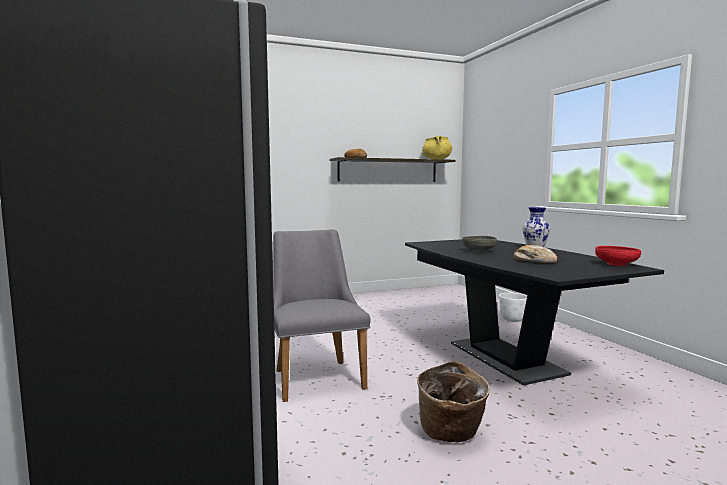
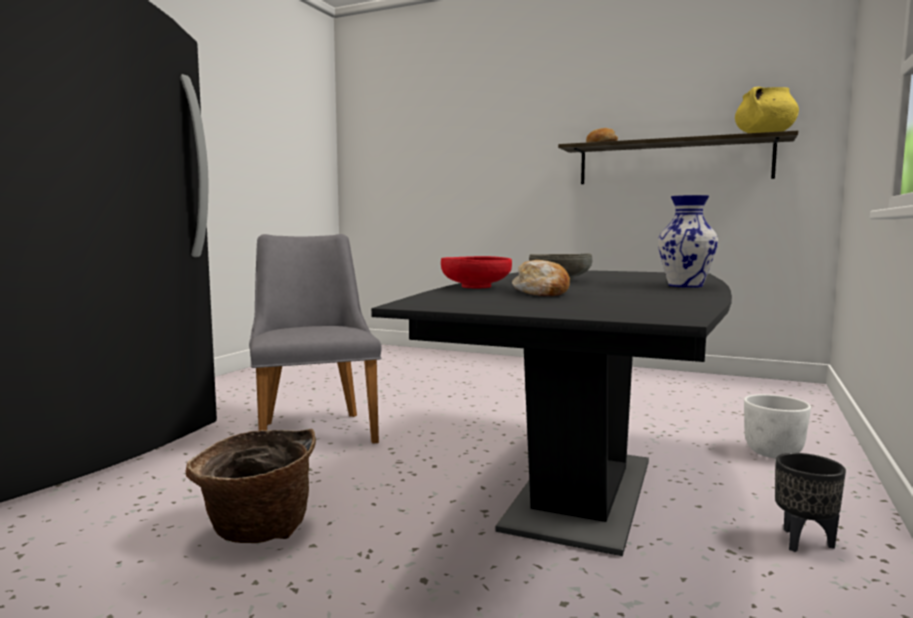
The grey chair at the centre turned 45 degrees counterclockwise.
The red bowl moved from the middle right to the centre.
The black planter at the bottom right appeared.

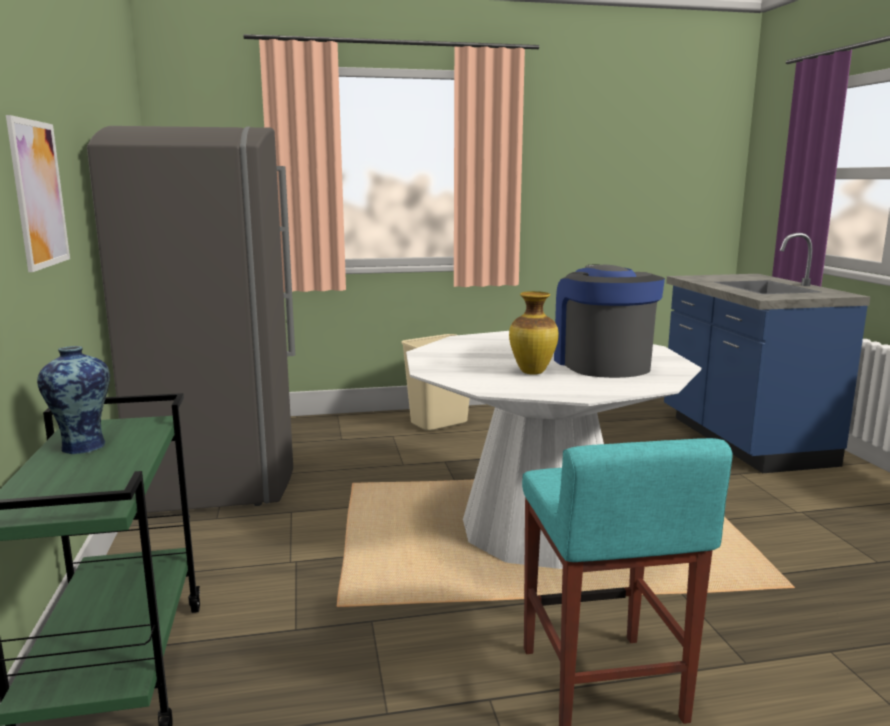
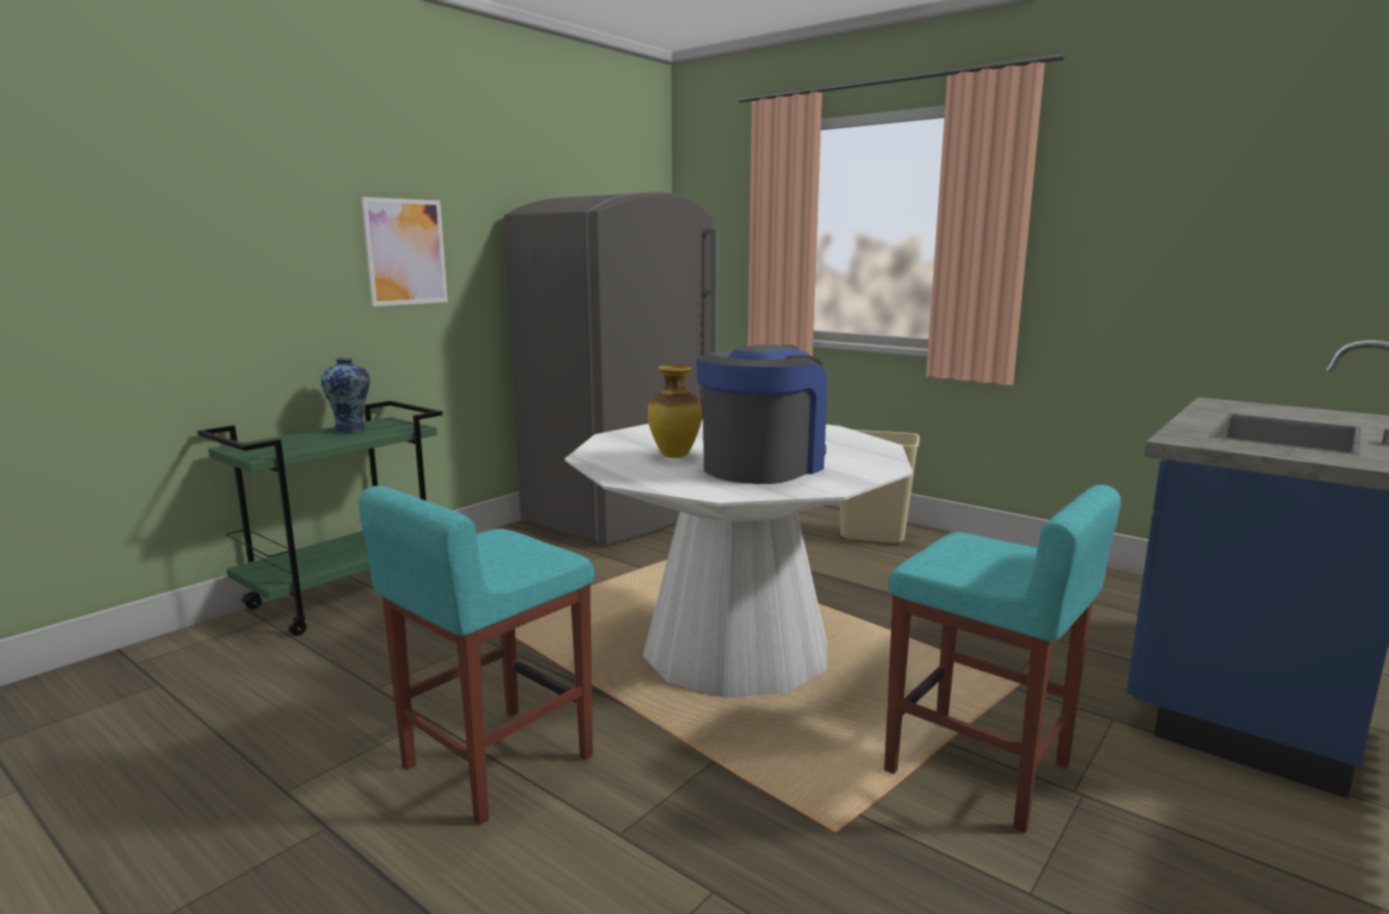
The turquoise stool (2nd from left) at the bottom right appeared.

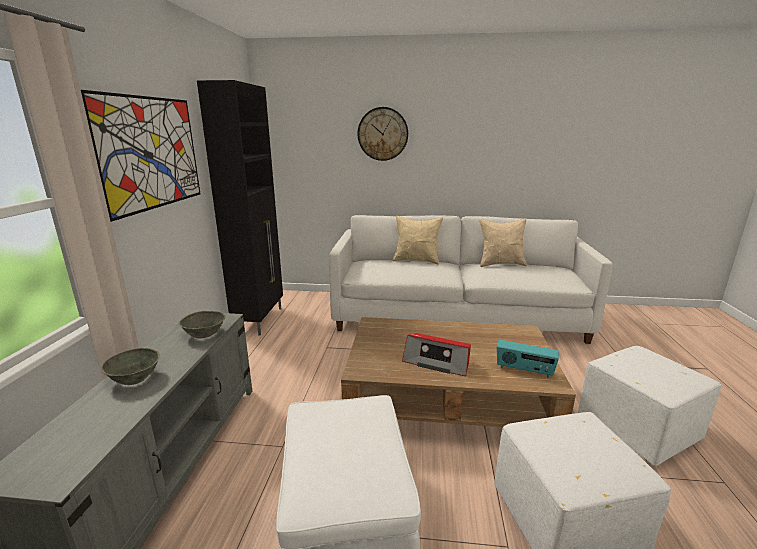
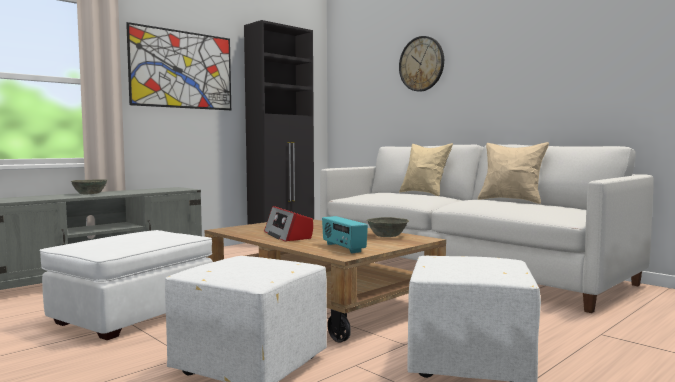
The grey bowl (2nd from left) moved from the middle left to the centre.

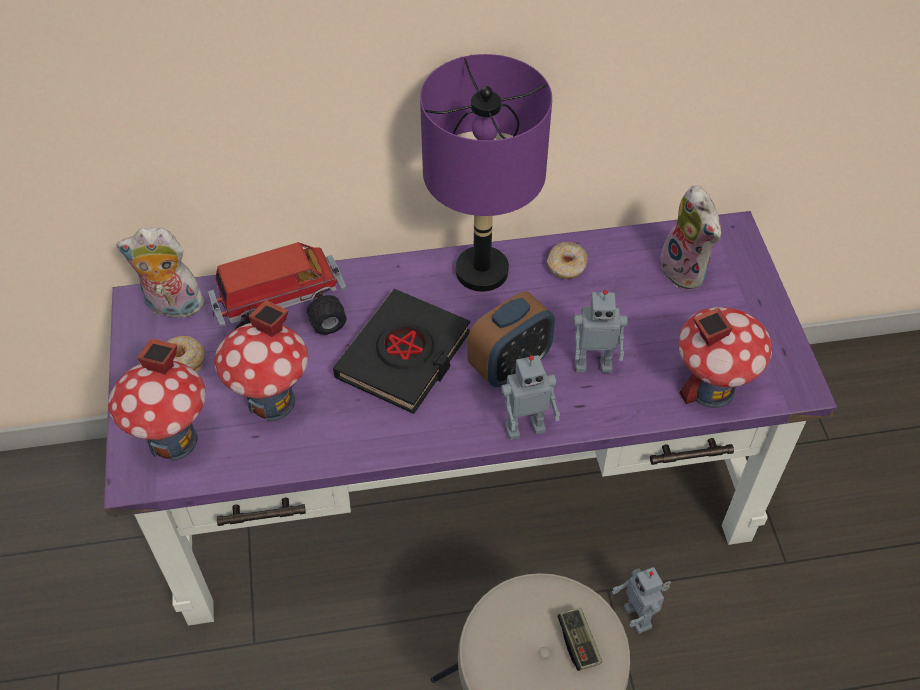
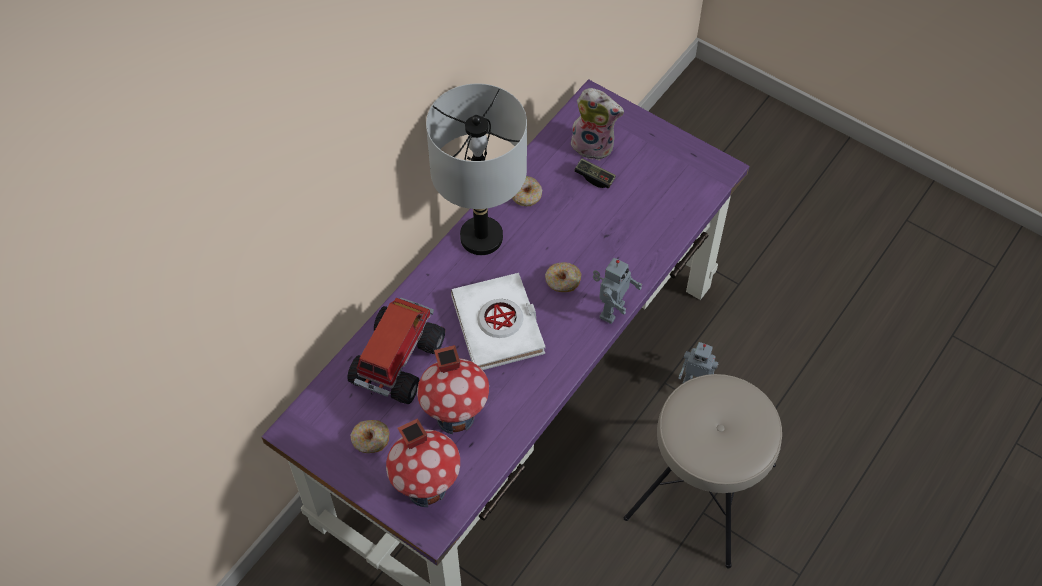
The purple table lamp at the top centre became the grey table lamp at the top centre.
The plush toy (1st from left) at the middle left disappeared.
The black book at the centre became the white book at the centre.
The toy robot (2nd from left) at the centre disappeared.
The alarm clock at the centre was replaced by the donut (3rd from left) at the centre.
The toy house (3rd from left) at the middle right disappeared.
The game controller moved from the bottom centre to the top centre.

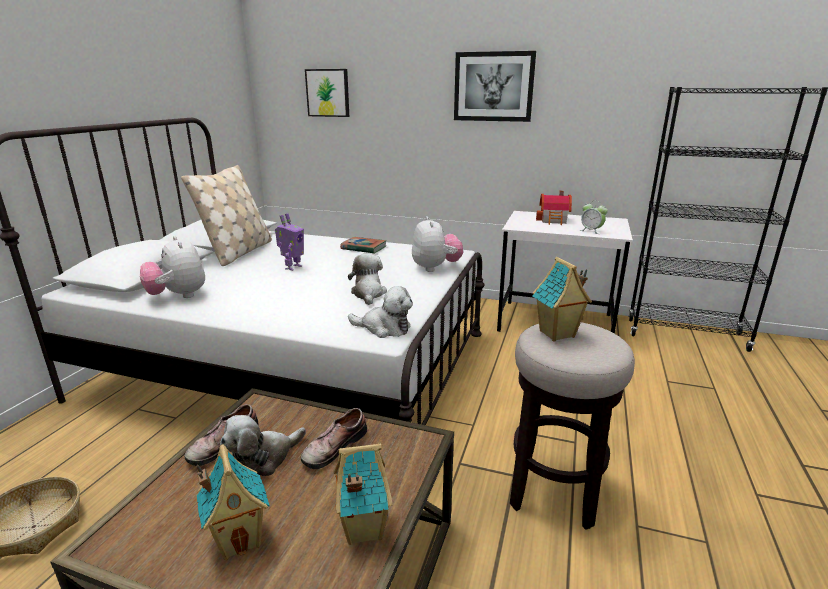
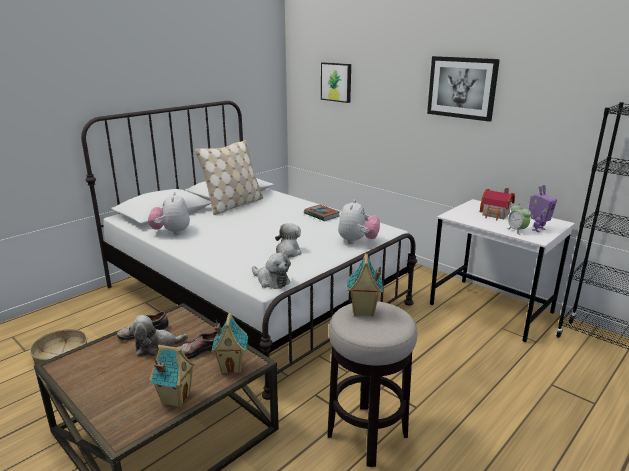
The toy robot moved from the centre to the middle right.
The toy house (1st from left in the first image) moved from the bottom left to the bottom centre.

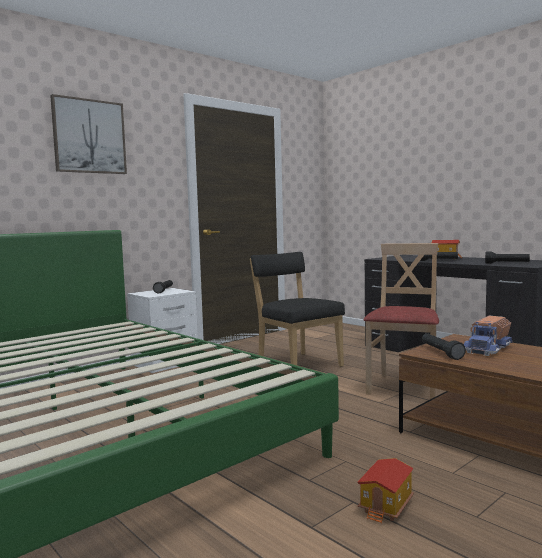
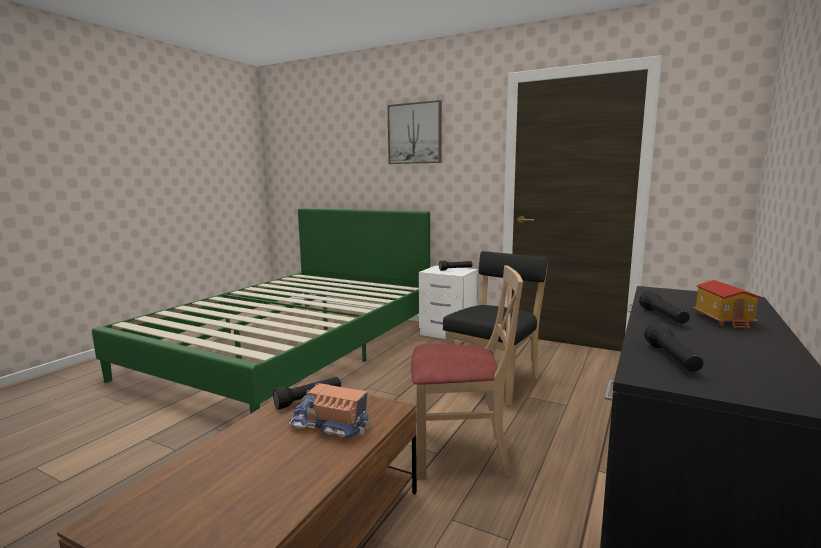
The toy house (1st from left) at the bottom right disappeared.

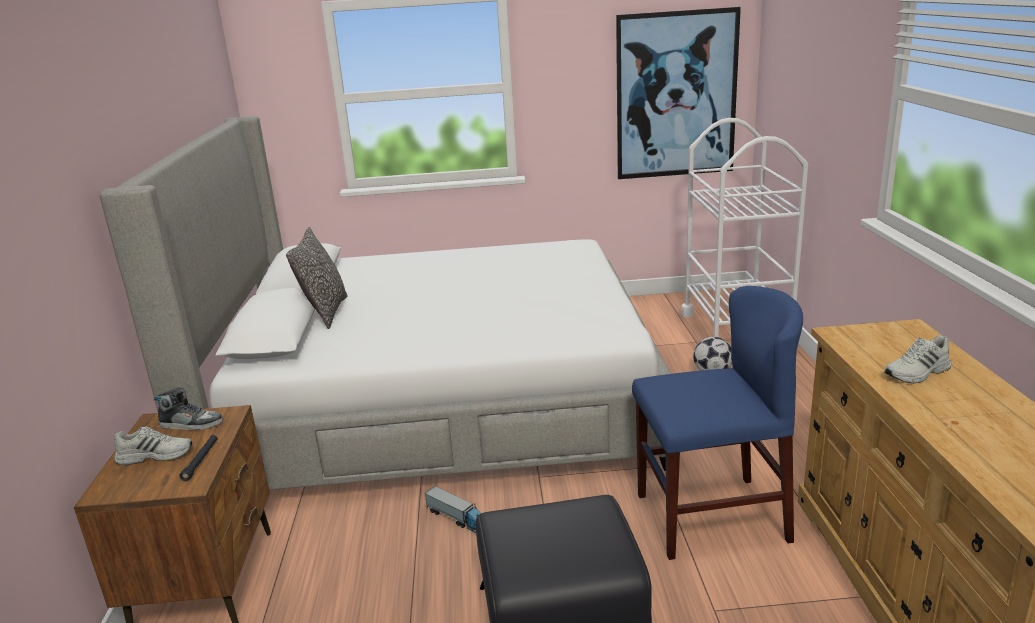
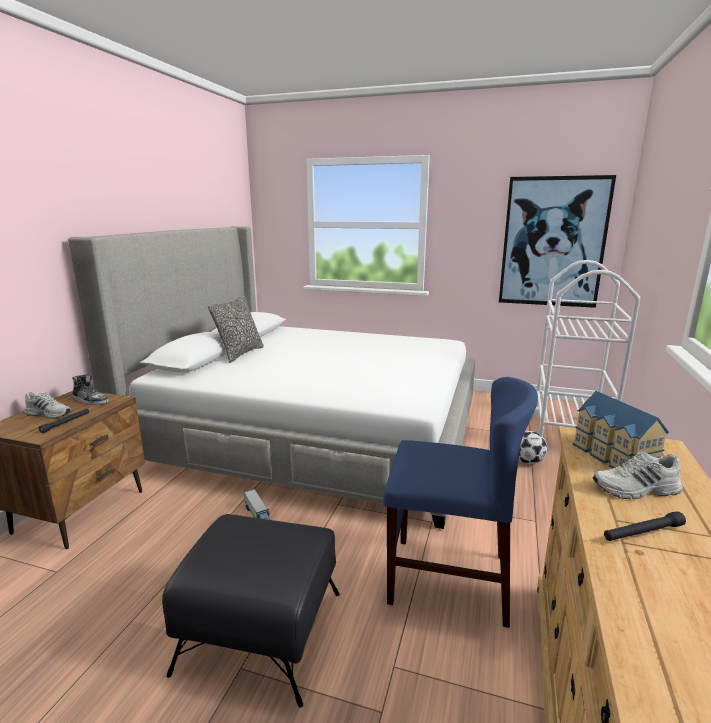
The toy house at the middle right appeared.
The black flashlight (2nd from left) at the bottom right appeared.

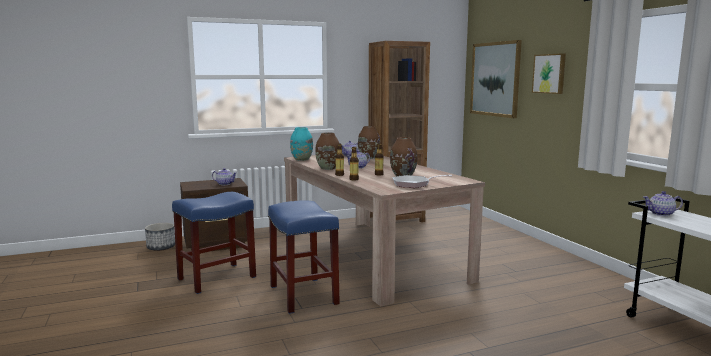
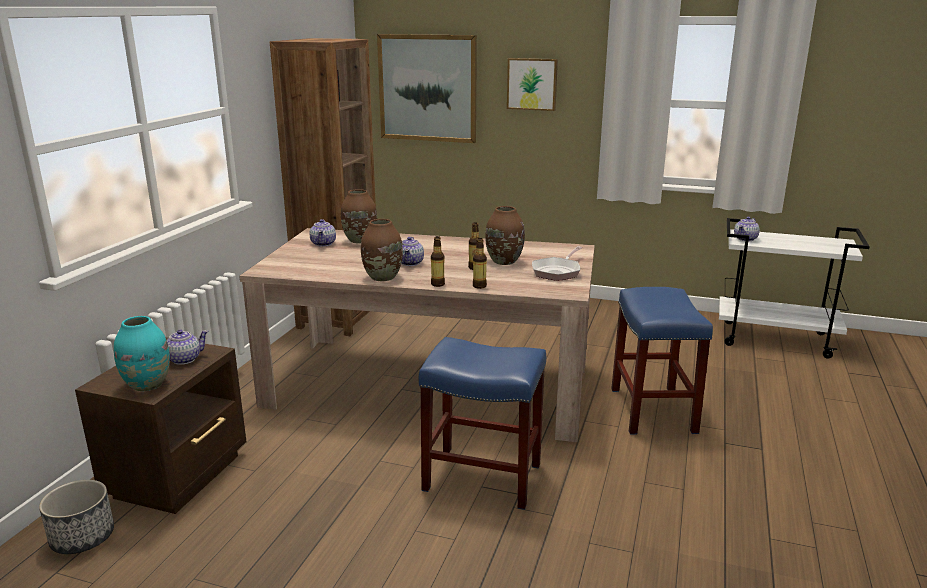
The turquoise vase moved from the centre to the middle left.
The blue stool (1st from left in the first image) moved from the bottom left to the middle right.

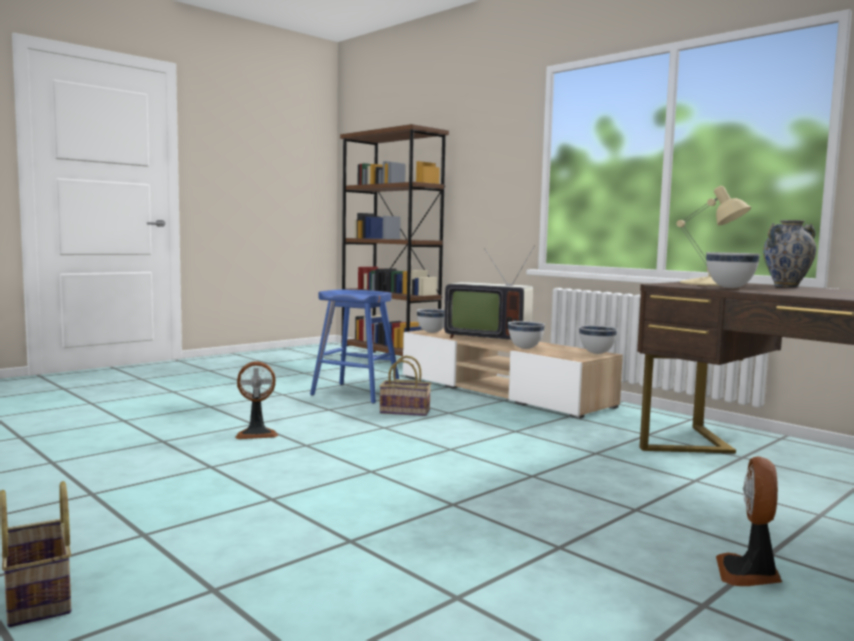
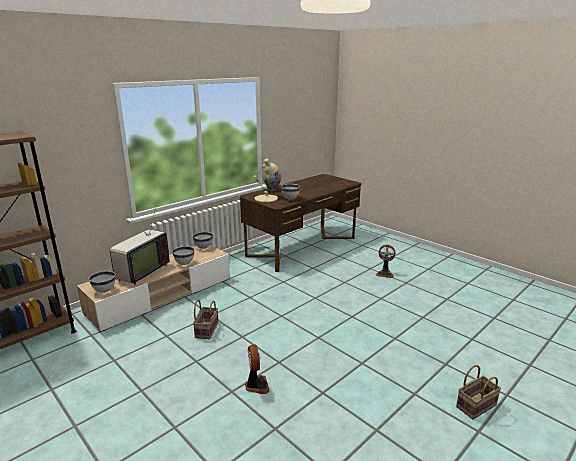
The blue stool at the centre disappeared.

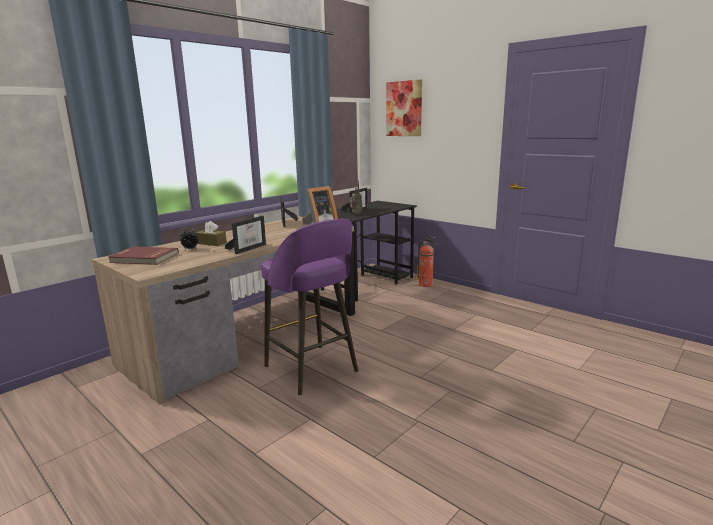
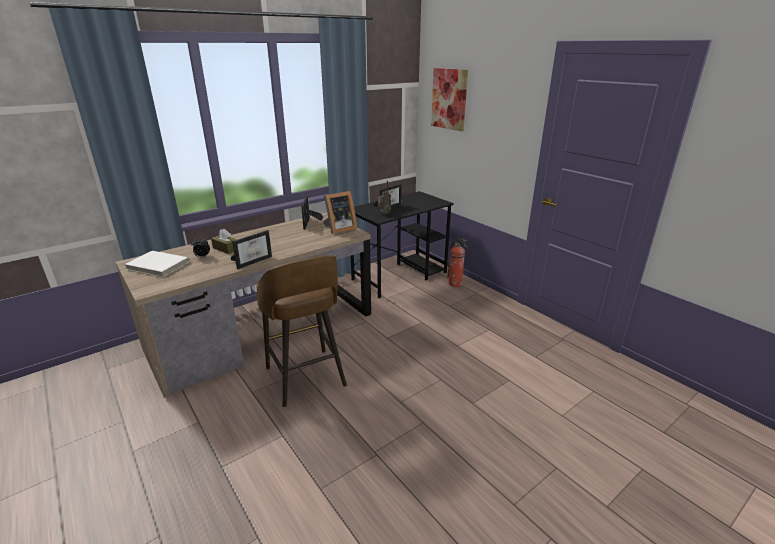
The purple stool at the centre became the brown stool at the centre.
The red book at the middle left became the white book at the middle left.

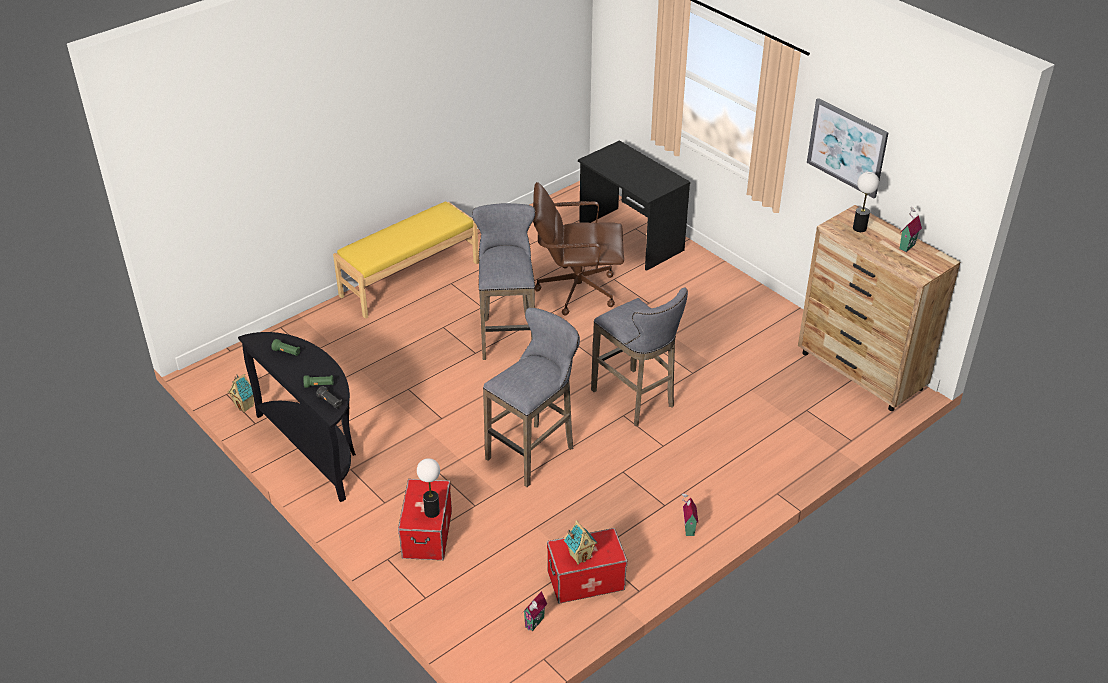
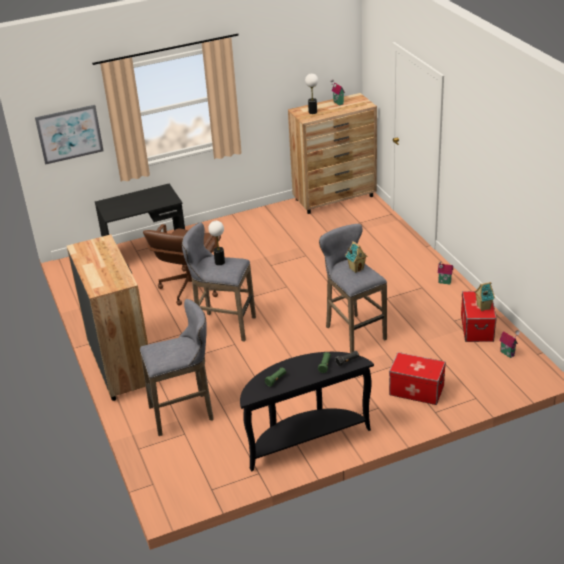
The picture moved from the top right to the top left.
The yellow bench at the centre was replaced by the brown dresser (1st from left) at the middle left.
The grey stool (3rd from left in the first image) moved from the centre to the middle left.
The toy house (1st from left in the first image) moved from the middle left to the centre.
The table lamp (1st from left) moved from the bottom centre to the centre.

